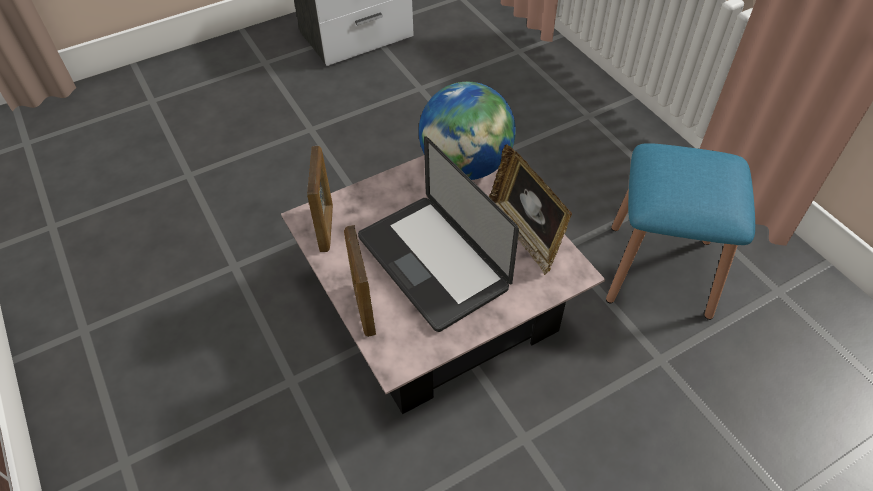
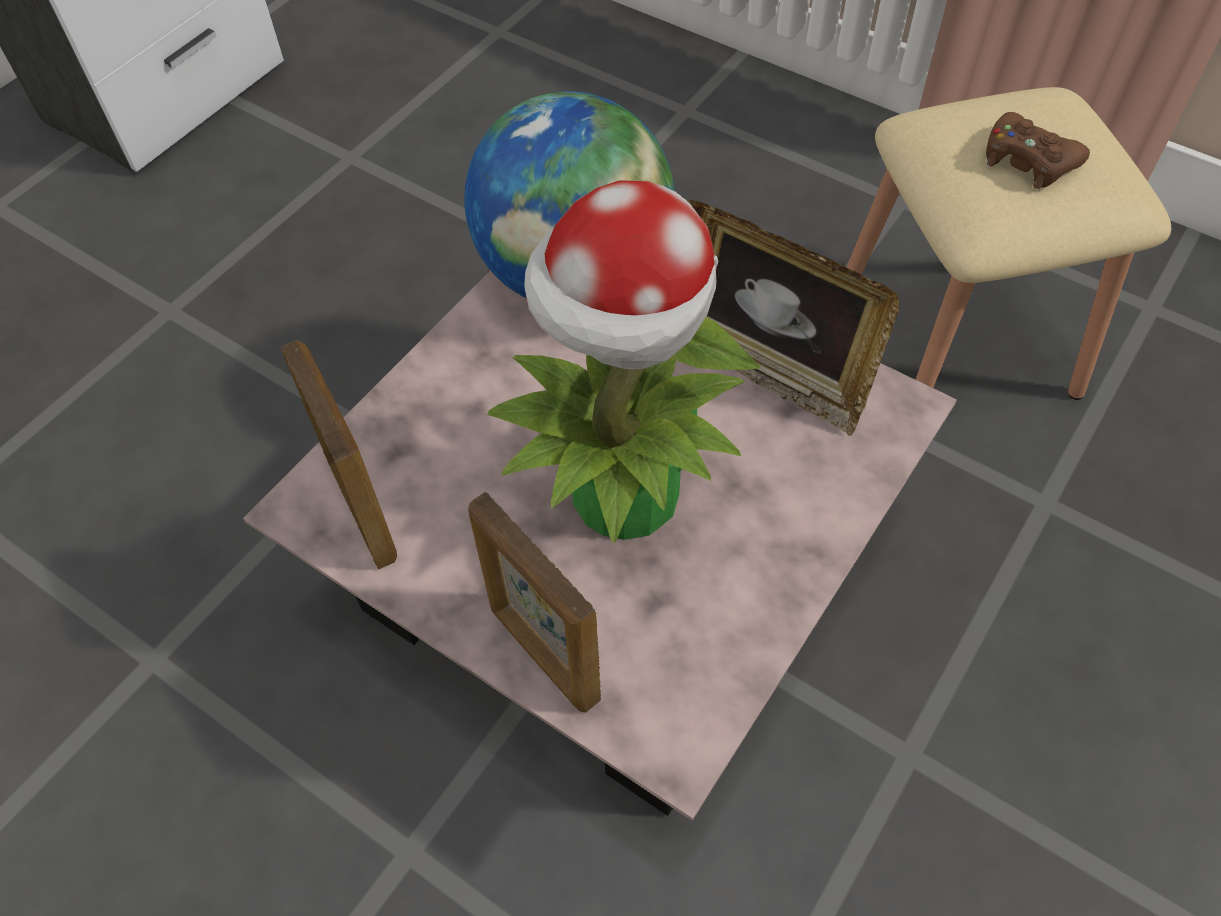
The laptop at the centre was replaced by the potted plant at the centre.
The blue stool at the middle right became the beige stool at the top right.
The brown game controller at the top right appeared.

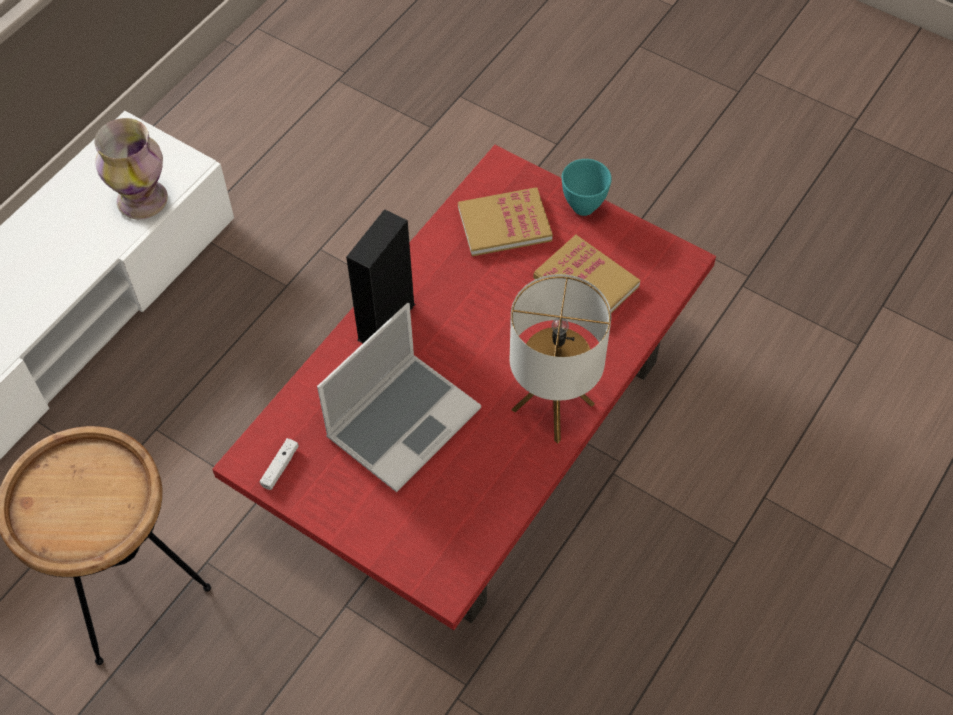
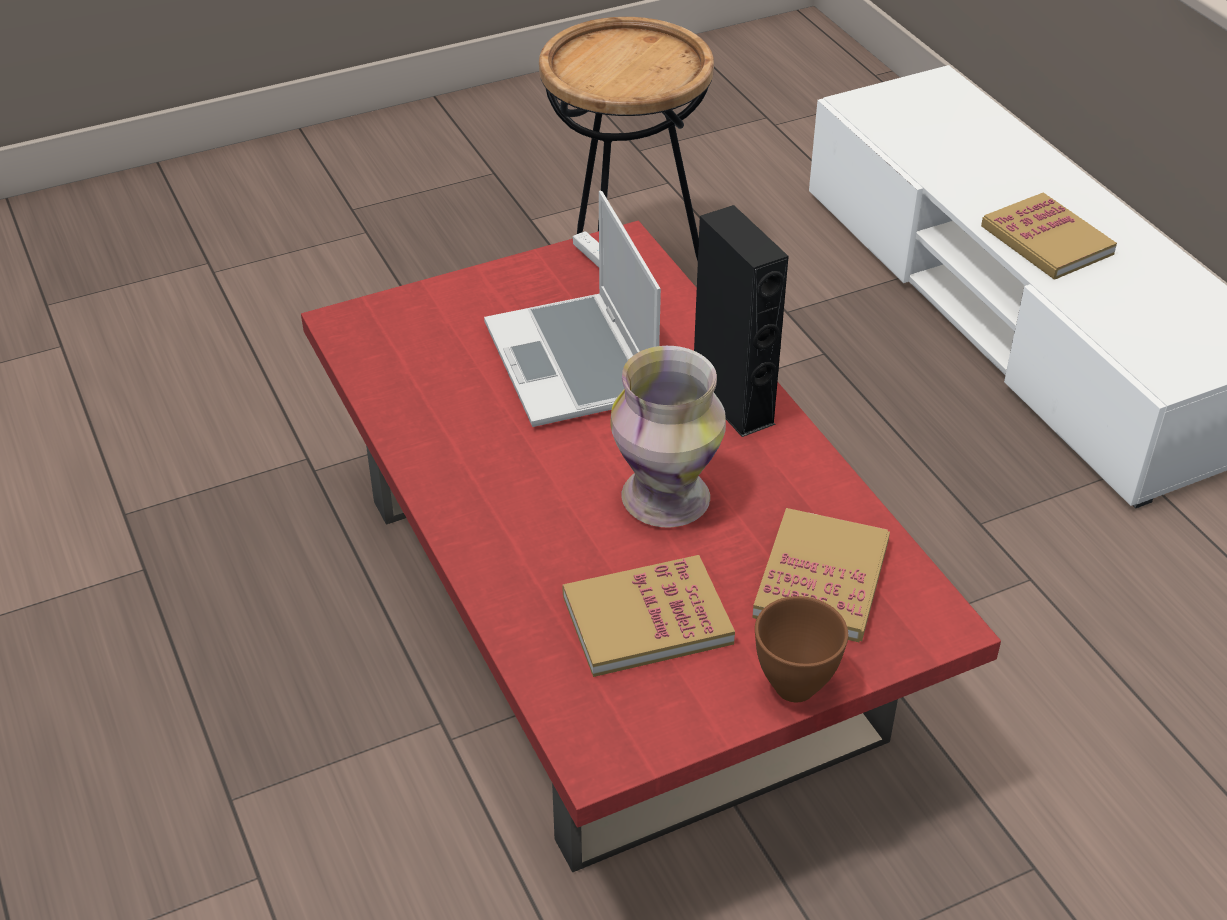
The vase moved from the top left to the centre.
The turquoise bowl at the top centre became the brown bowl at the bottom centre.
The table lamp at the centre disappeared.
The book (3rd from left) at the top right appeared.

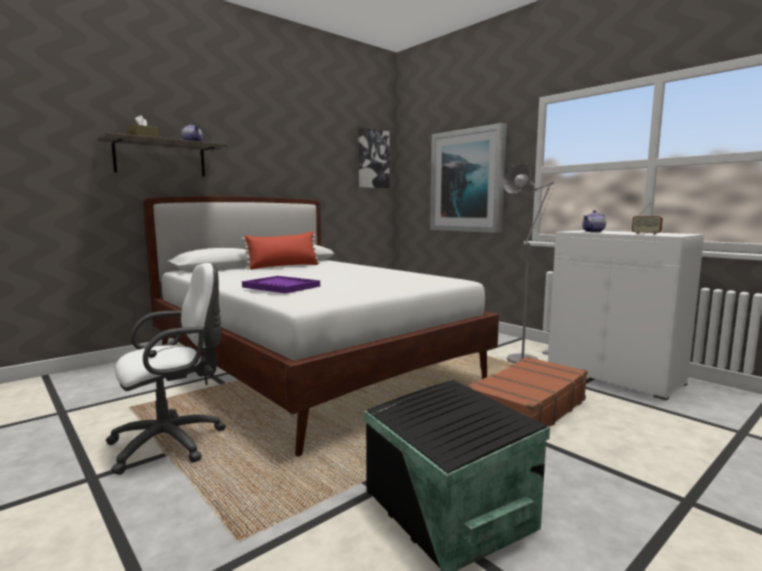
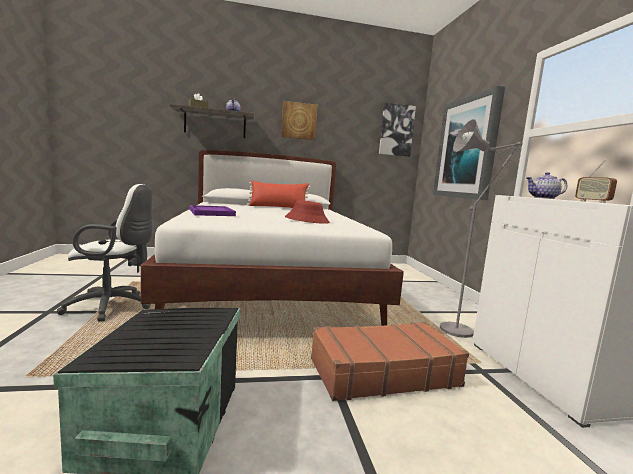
The picture (1st from left) at the top centre appeared.
The red hat at the centre appeared.

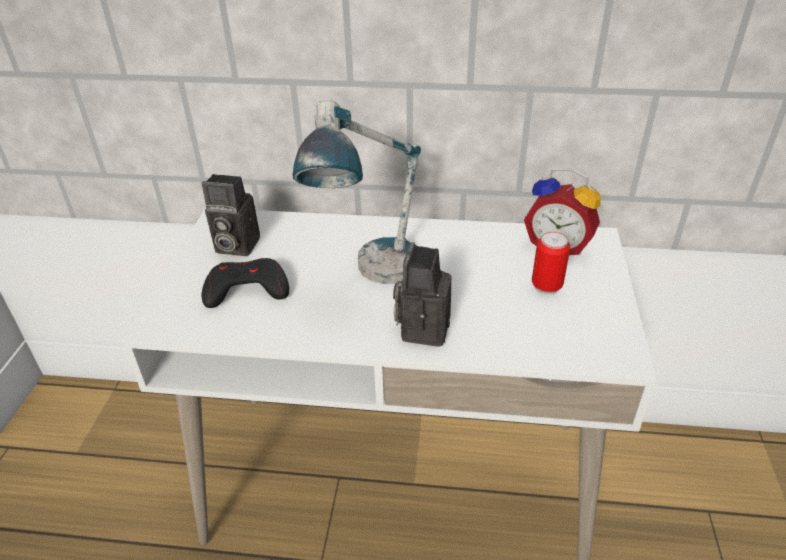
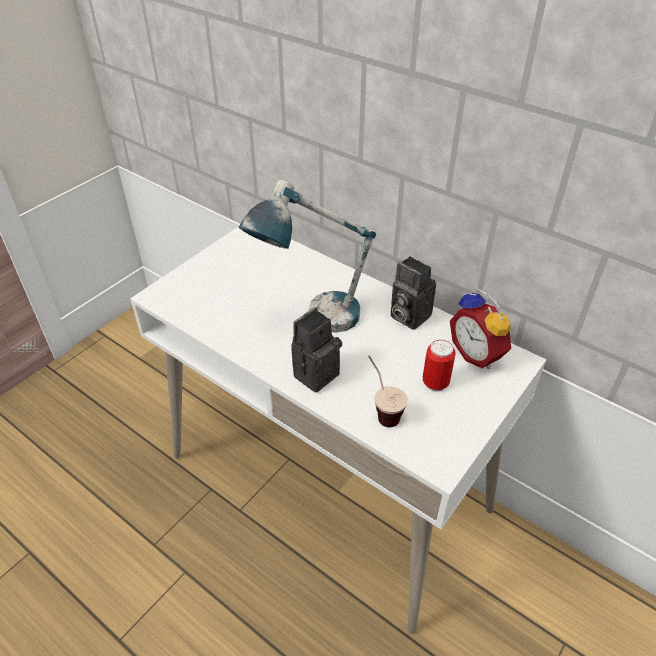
The photo camera (1st from left in the first image) moved from the middle left to the centre.
The black game controller at the middle left disappeared.
The cup at the centre appeared.

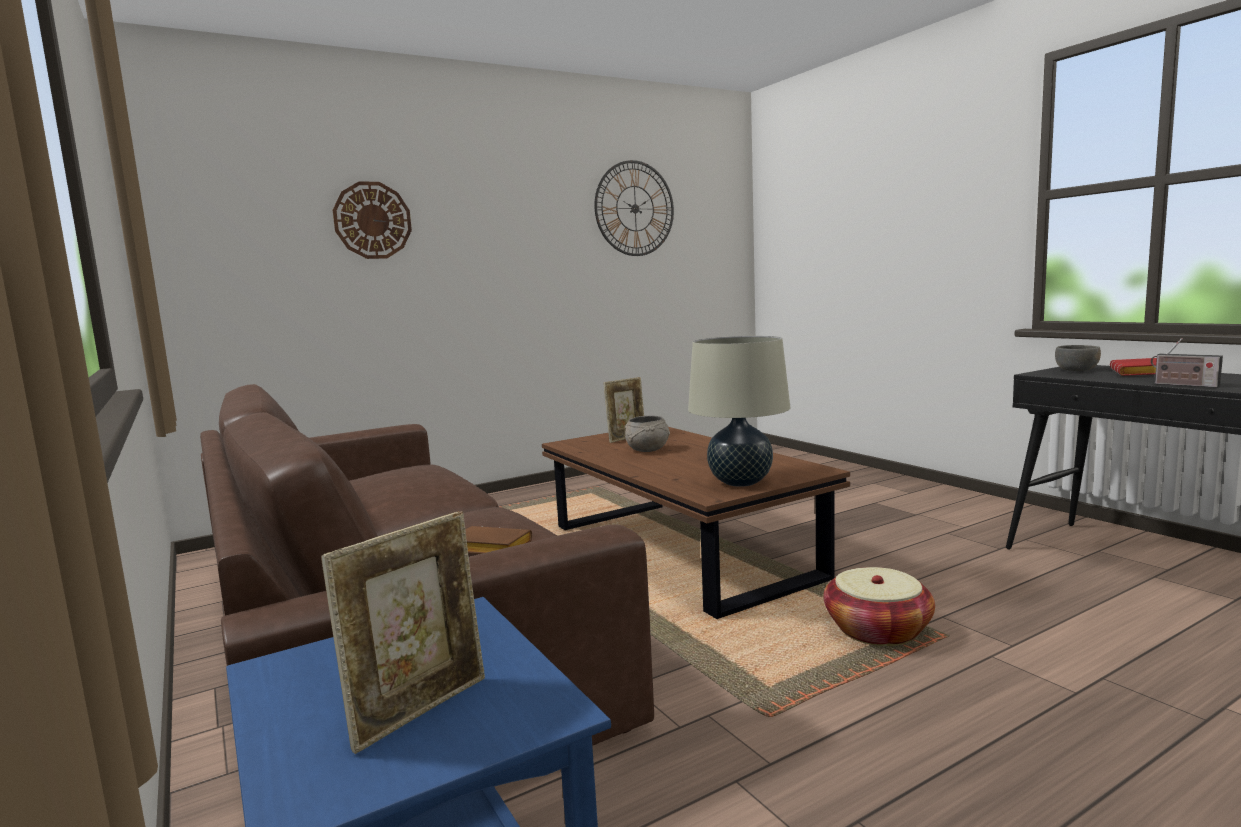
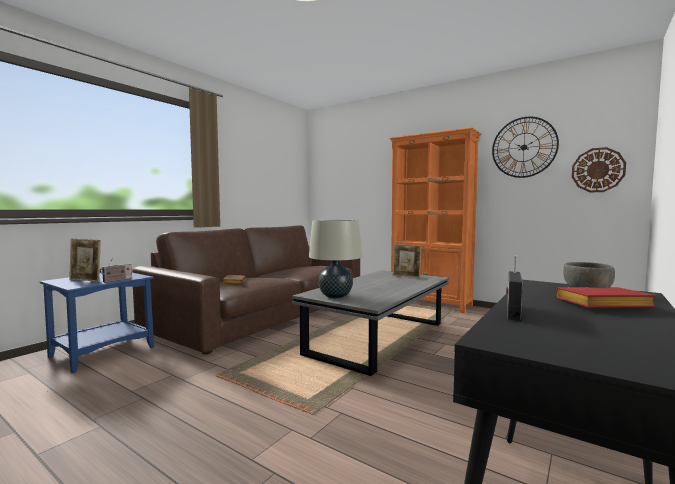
The wall clock (1st from left in the first image) moved from the top left to the middle right.
The grey bowl (1st from left) at the centre disappeared.
The brown coffee table at the centre became the grey coffee table at the bottom centre.
The basket at the bottom right disappeared.
The orange bookcase at the centre appeared.
The radio (1st from left) at the middle left appeared.

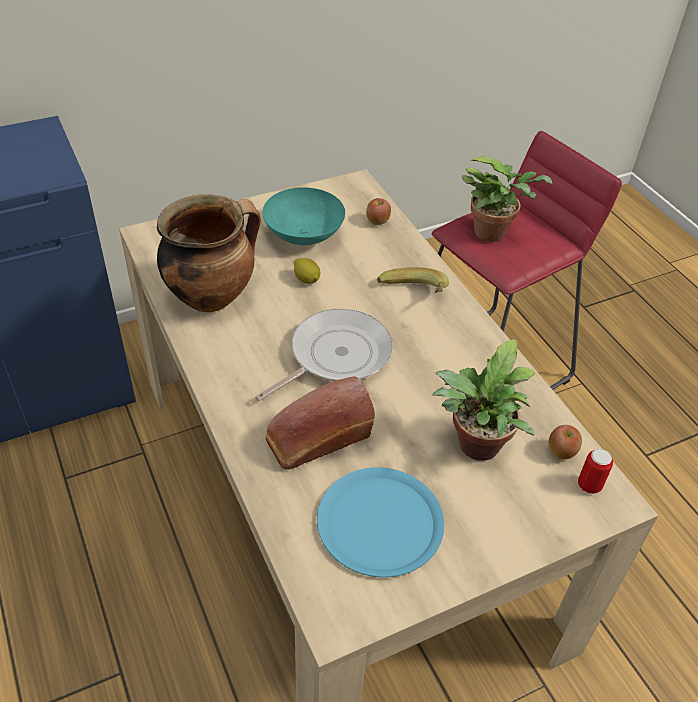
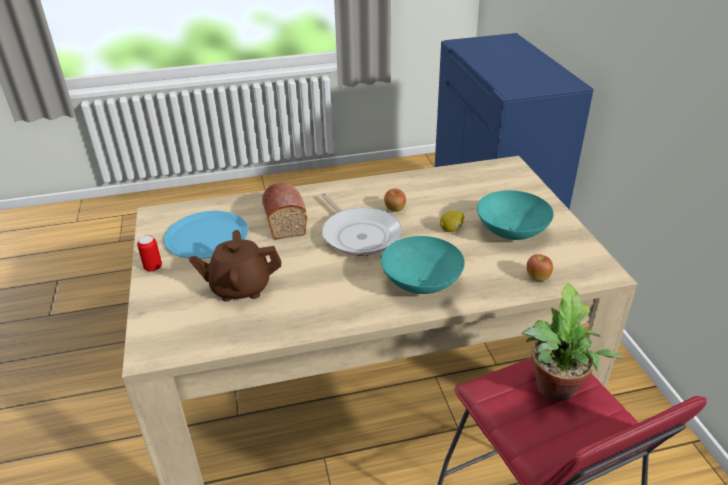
The cooking pot at the middle left disappeared.
The banana at the centre was replaced by the turquoise bowl (1st from left) at the centre.
The potted plant (1st from left) at the middle right was replaced by the brown teapot at the middle left.
The apple (2nd from left in the first image) moved from the middle right to the centre.
The can moved from the bottom right to the middle left.

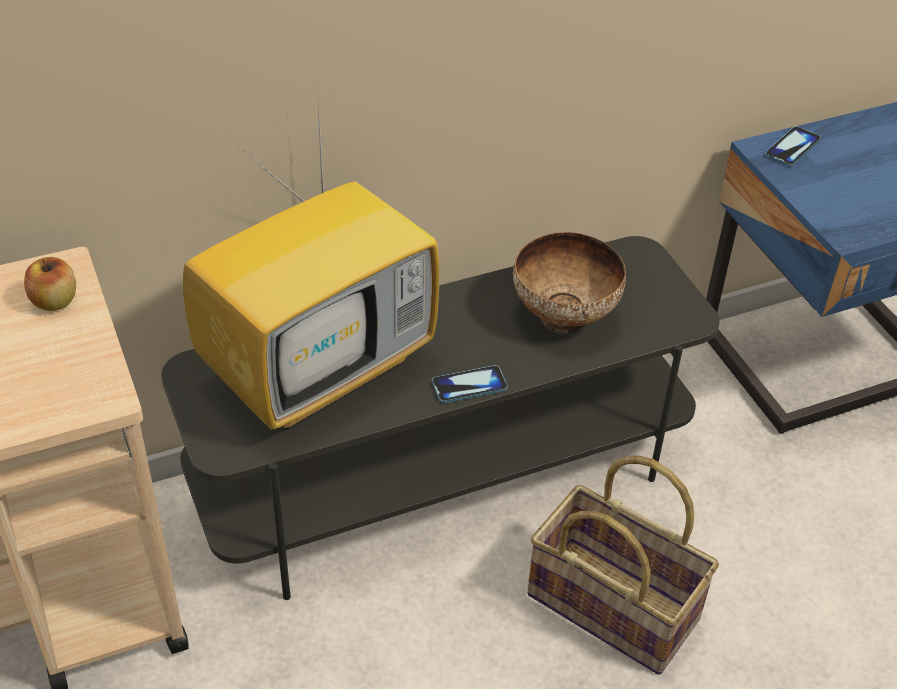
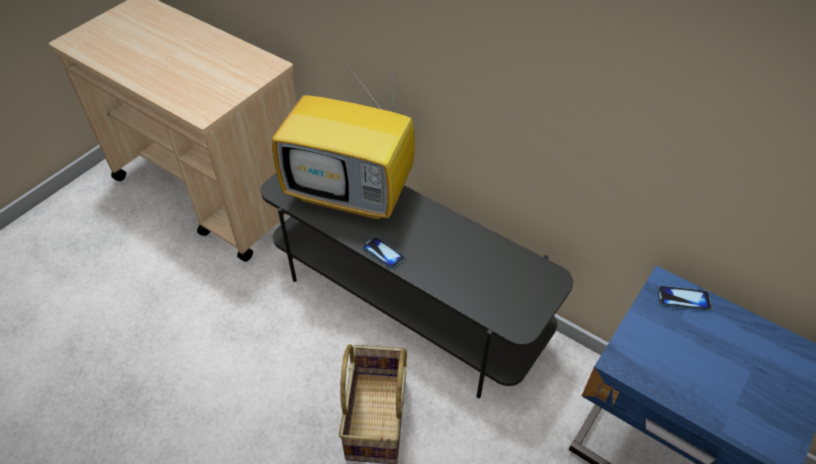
The bowl at the centre disappeared.
The apple at the middle left disappeared.

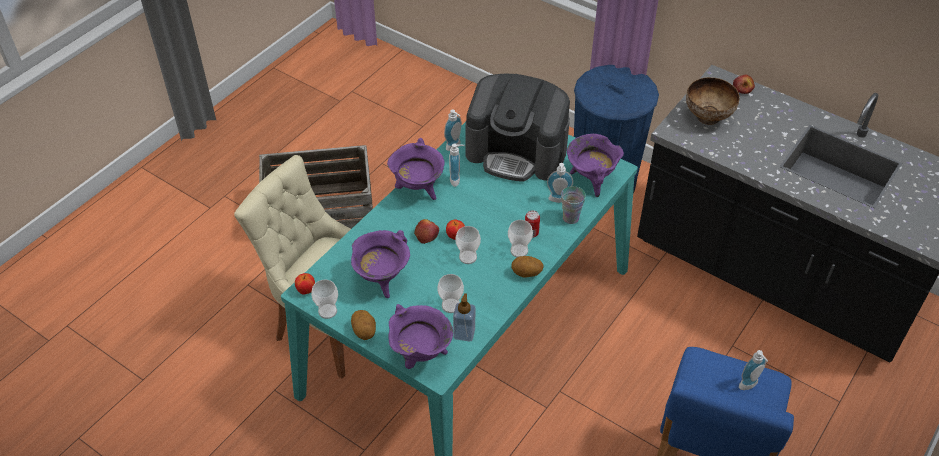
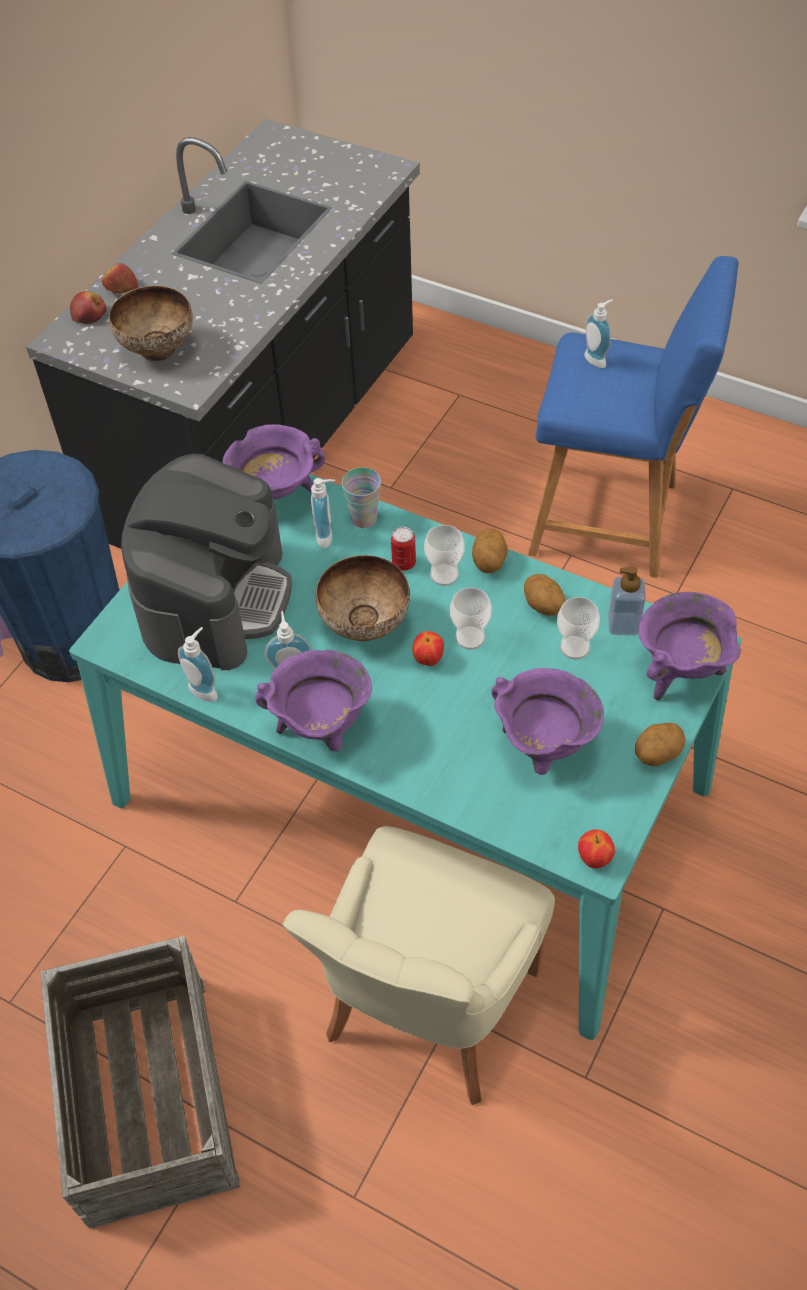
The apple (2nd from left) moved from the centre to the top left.
The cup (1st from left) at the centre disappeared.
The bowl (2nd from left) at the centre appeared.
The potato (2nd from left) at the middle right appeared.

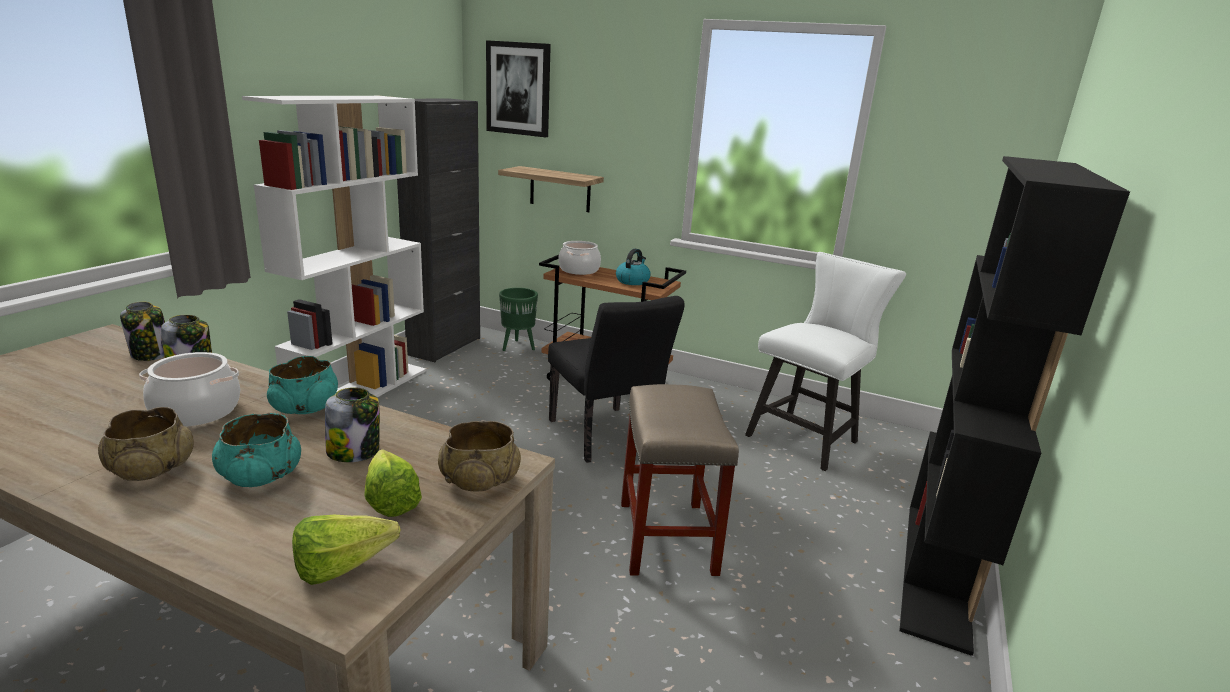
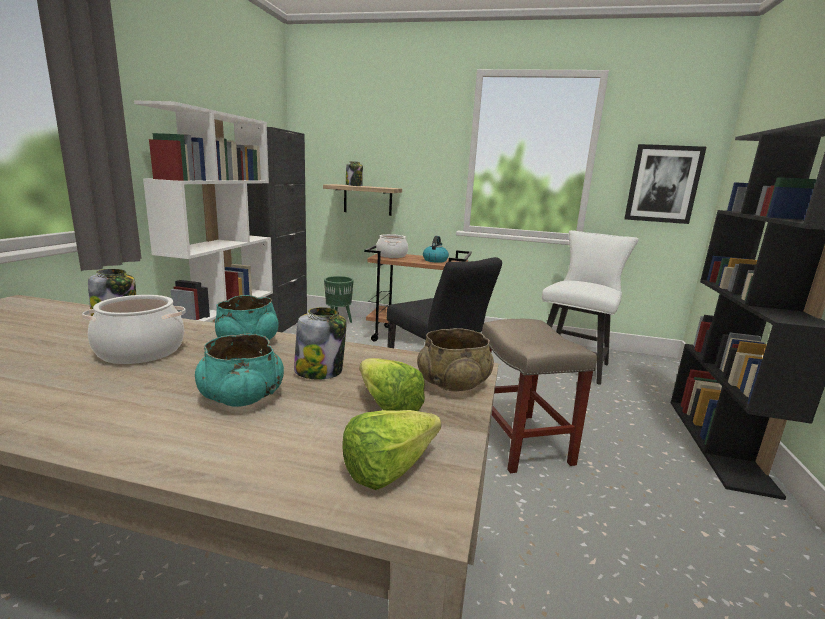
The picture moved from the top centre to the top right.
The jar (1st from left in the first image) moved from the middle left to the top centre.
The beige bowl (1st from left) at the middle left disappeared.

